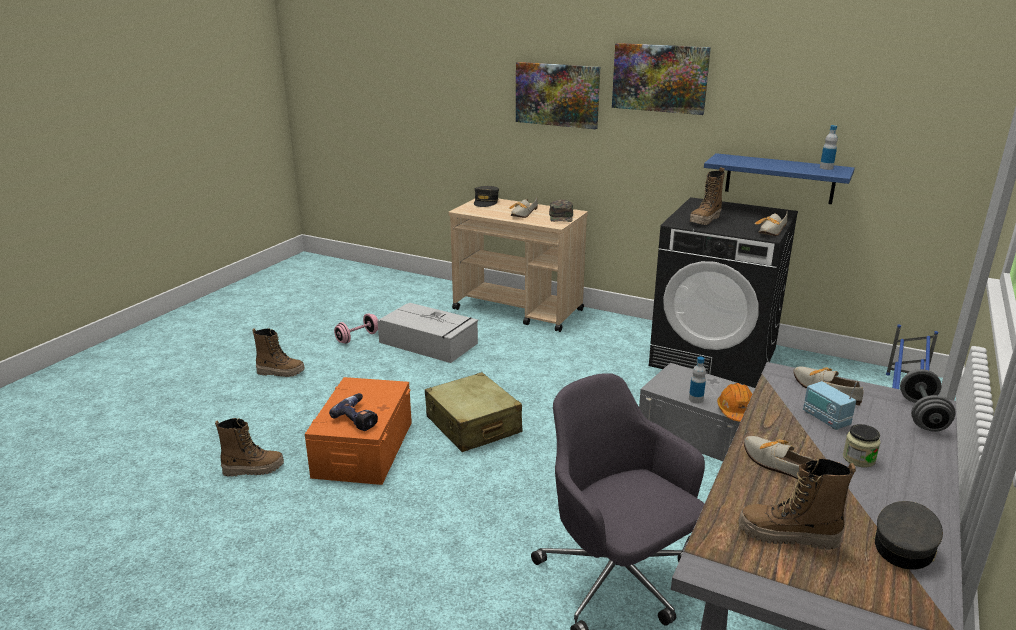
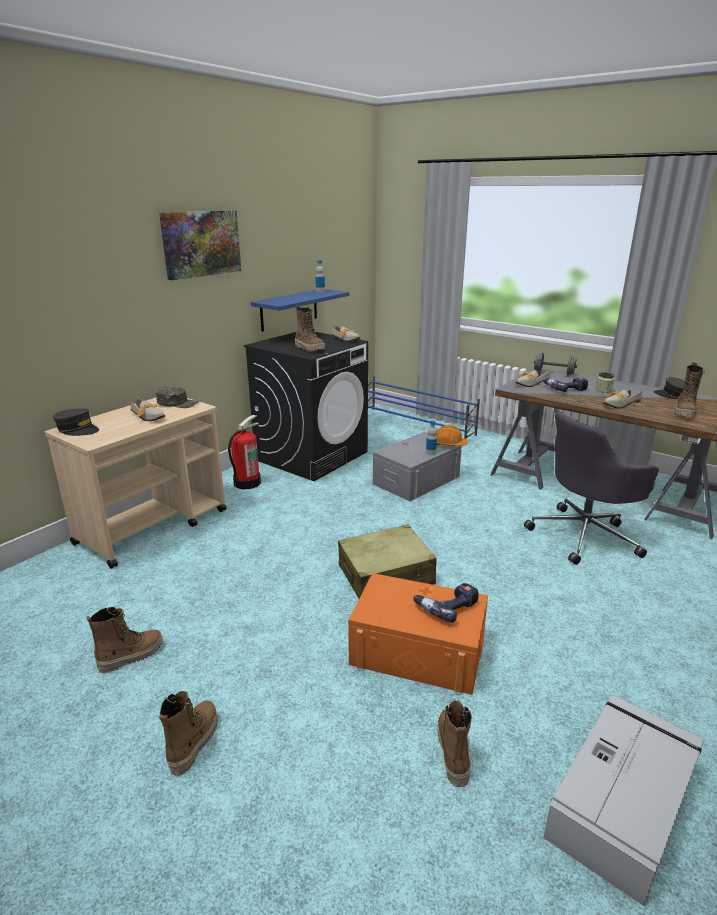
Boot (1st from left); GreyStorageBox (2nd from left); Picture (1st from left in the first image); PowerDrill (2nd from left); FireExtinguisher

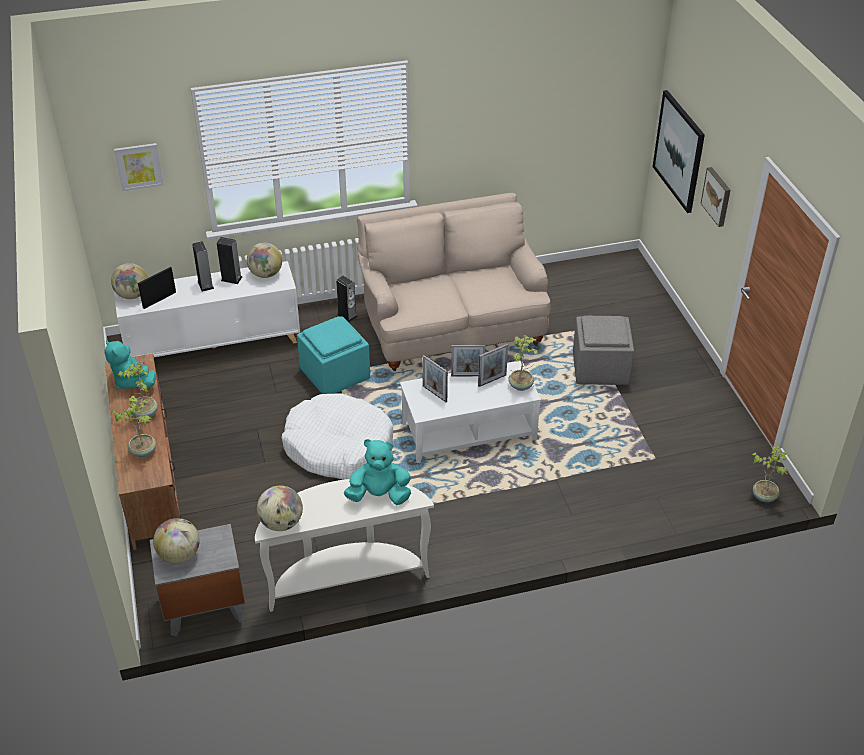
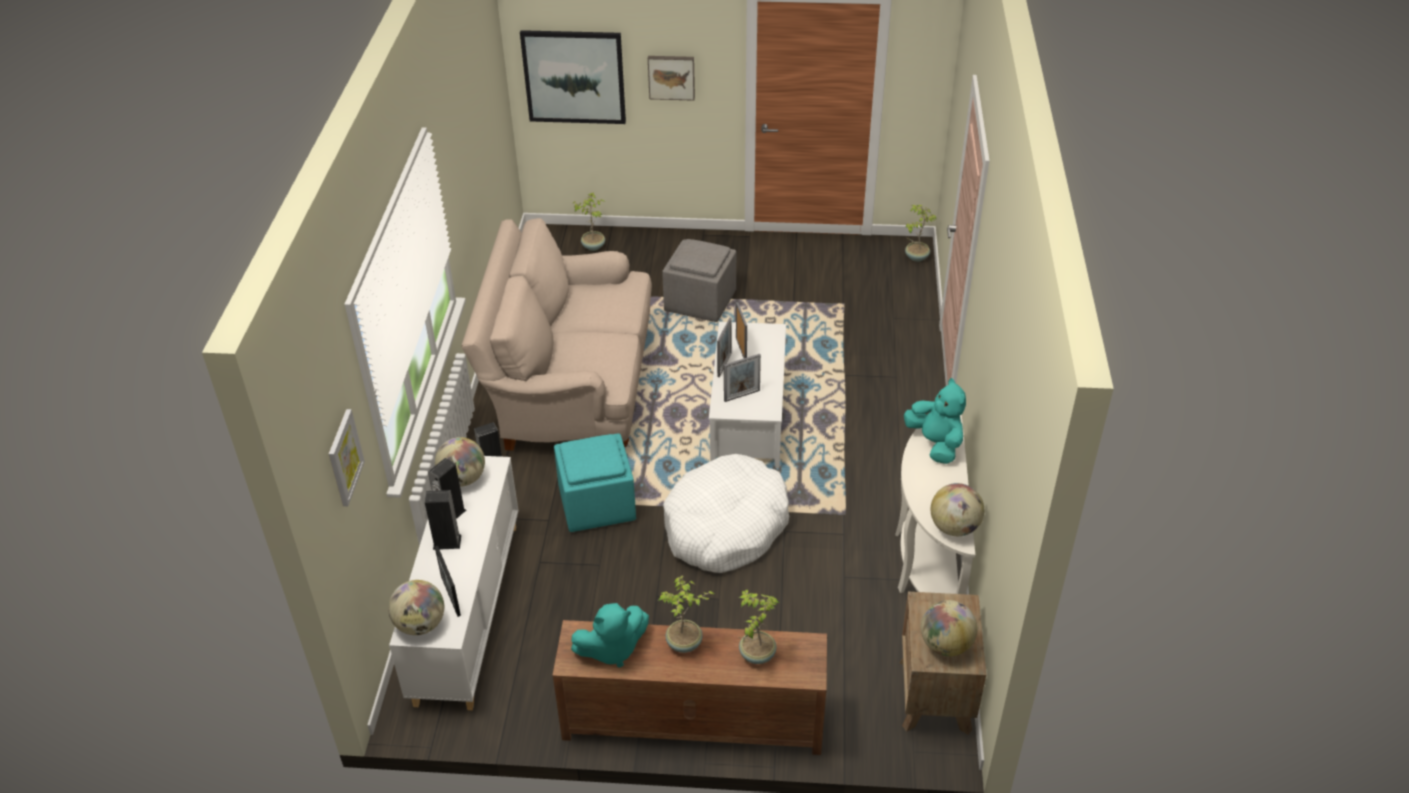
BrownNightstand; TurquoisePlushToy (2nd from left); PottedPlant (1st from left)

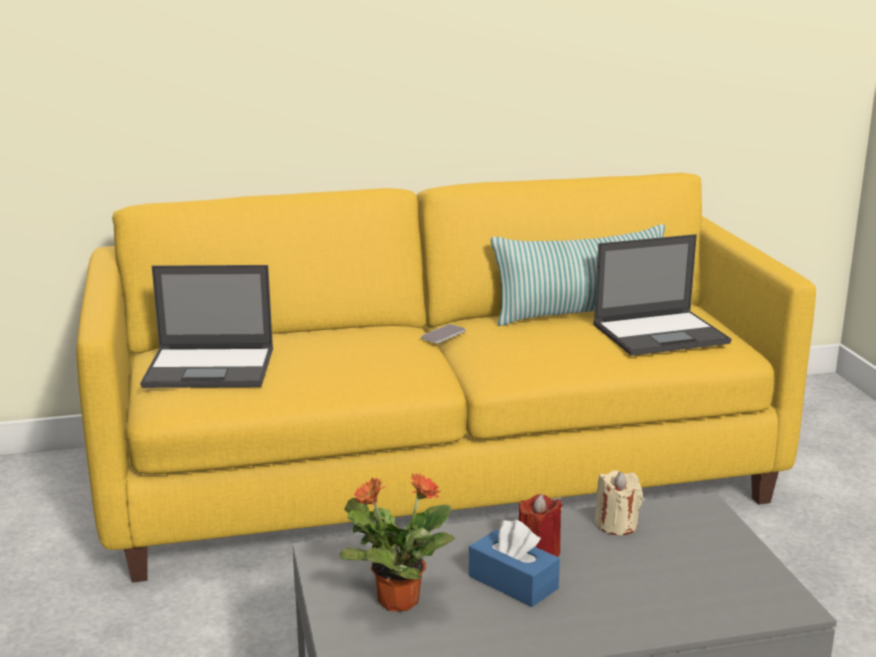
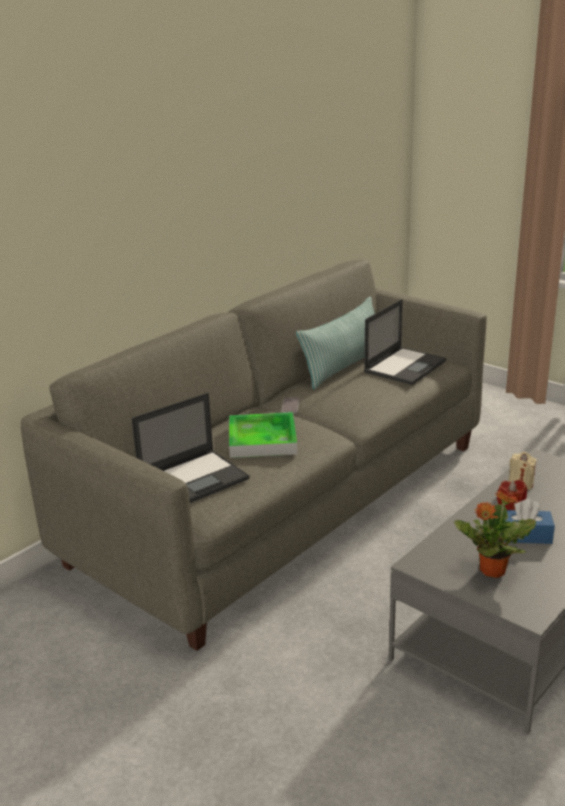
GreySofa; Tray

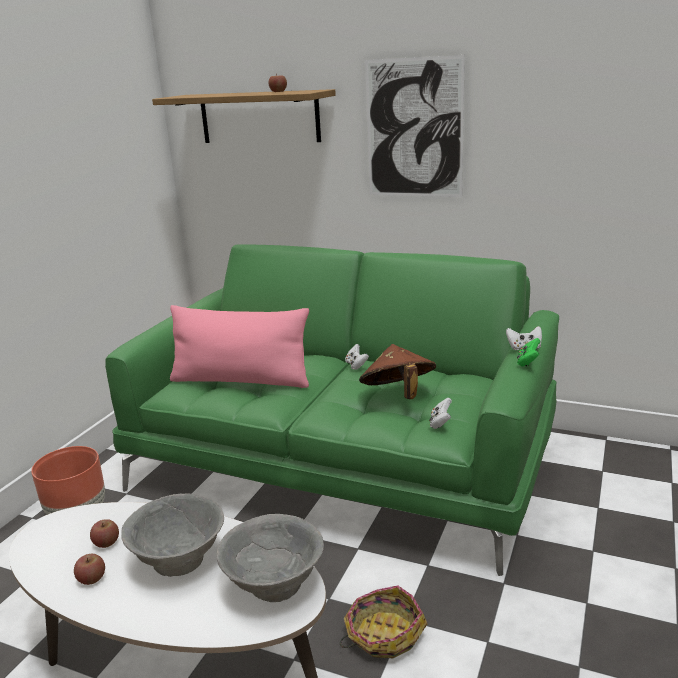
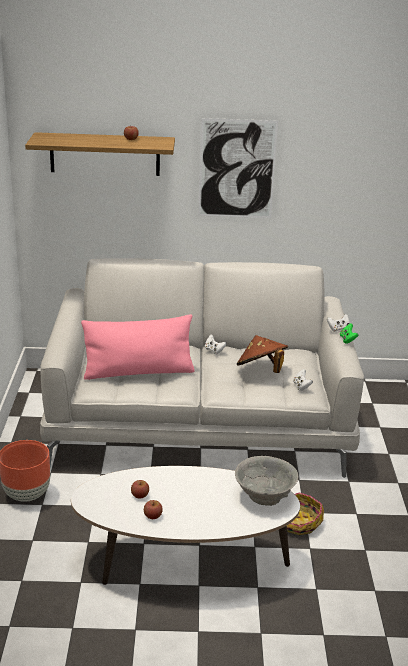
GreySofa; GreyBowl (1st from left in the first image)

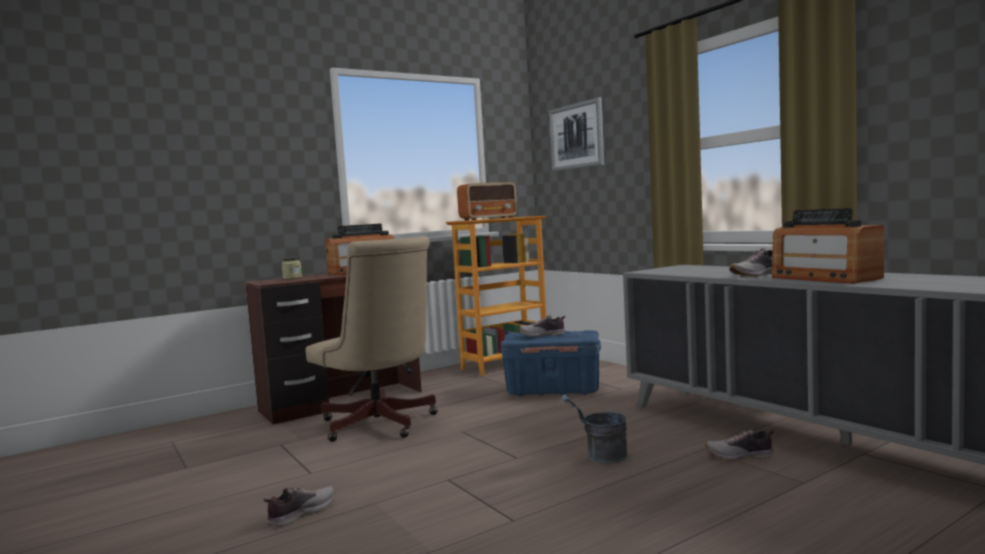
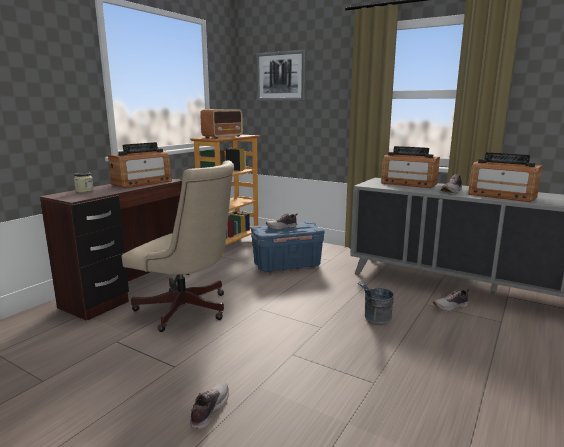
Radio (3rd from left)

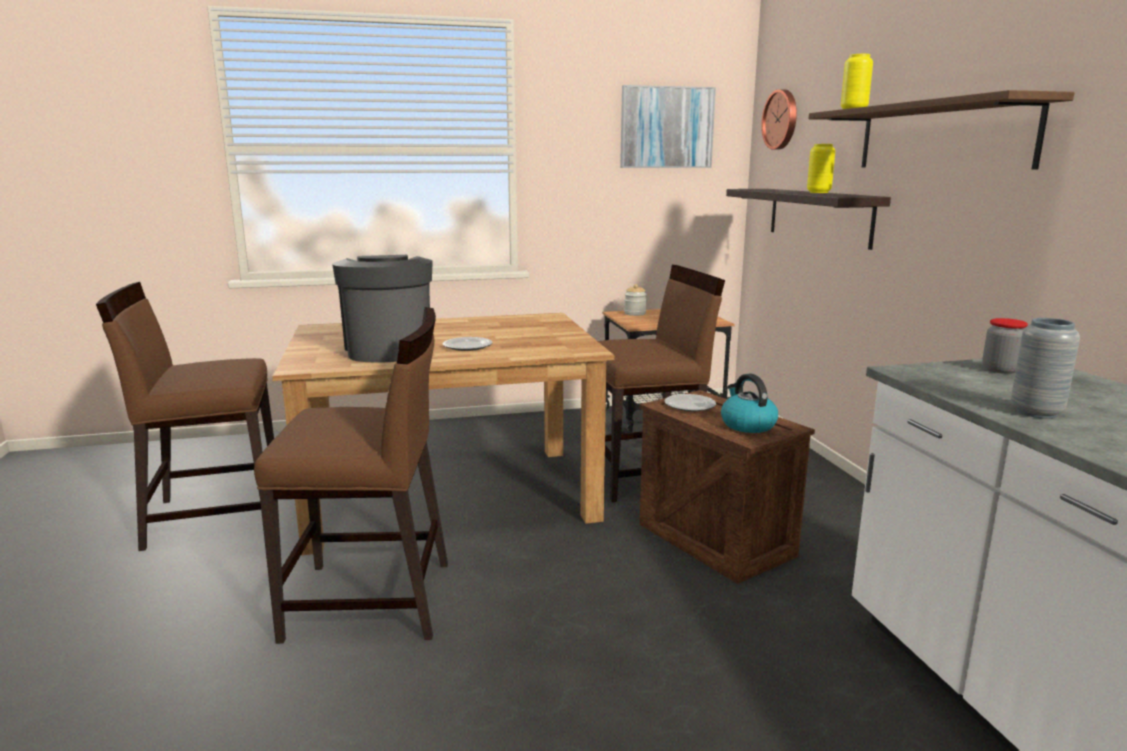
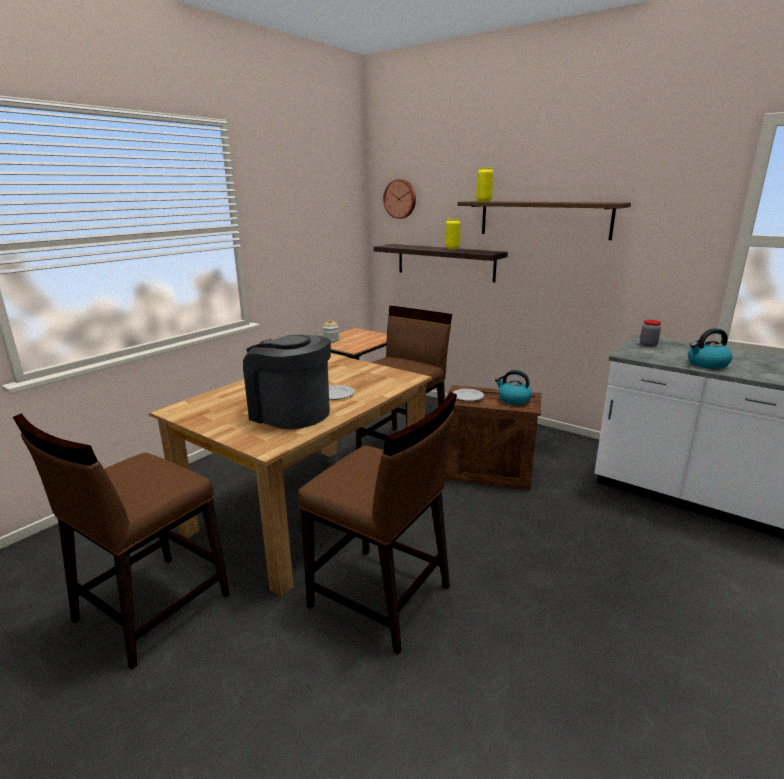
BrownChair (2nd from left); Picture; Kettle (2nd from left)

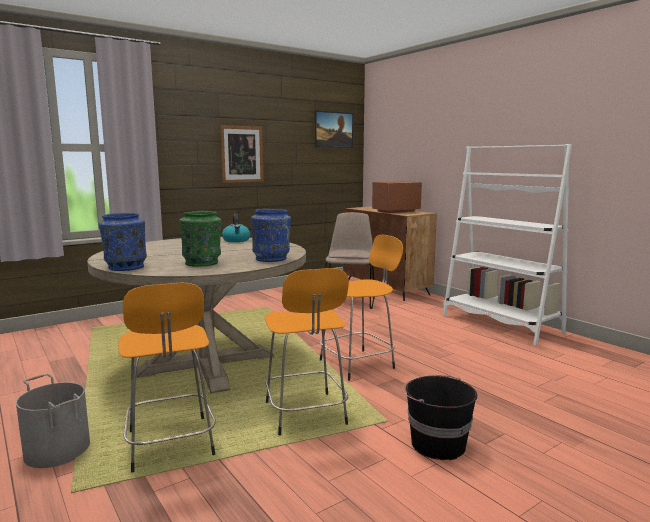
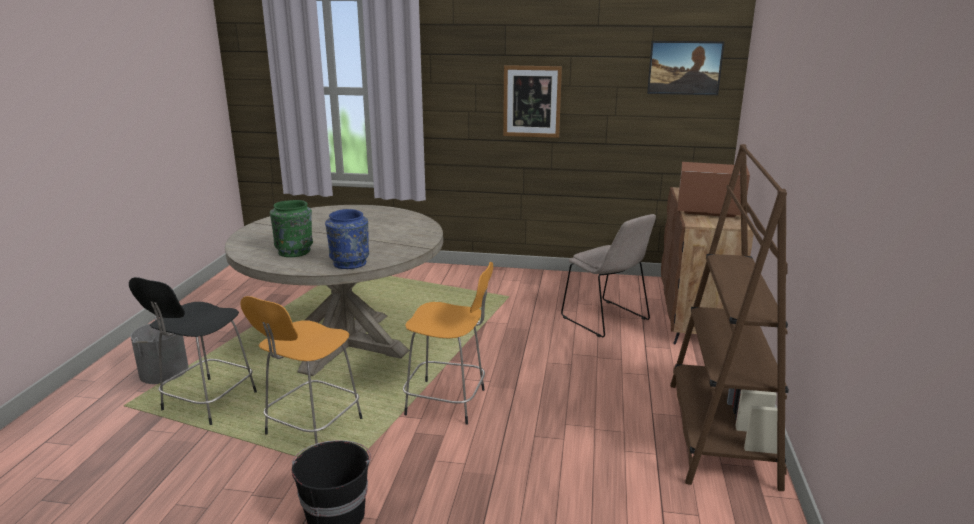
BlueVase (1st from left in the first image); BlackStool; Kettle; BeigeChair; BrownBookcase

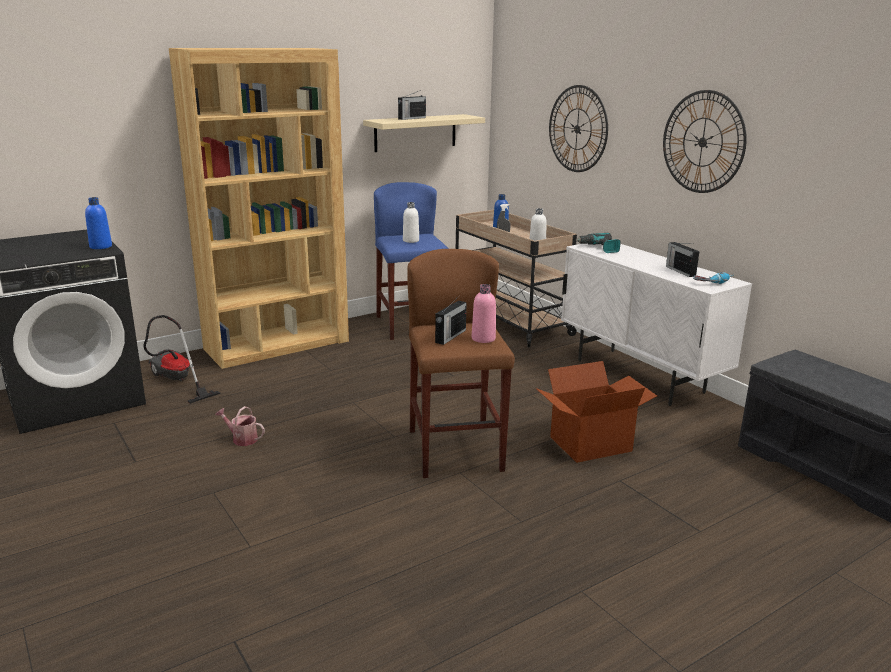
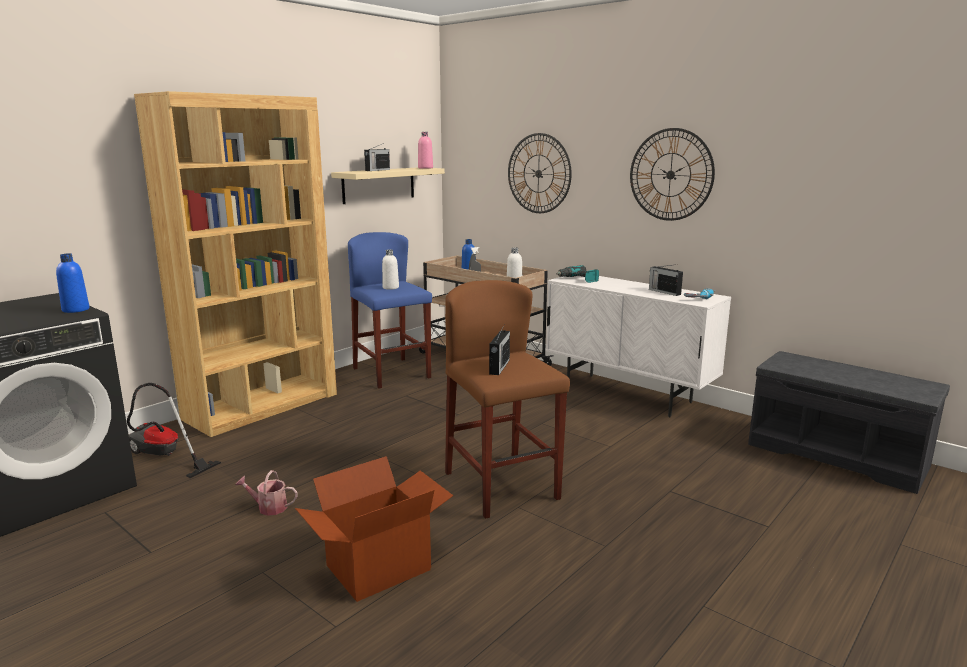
PinkBottle; CardboardBox

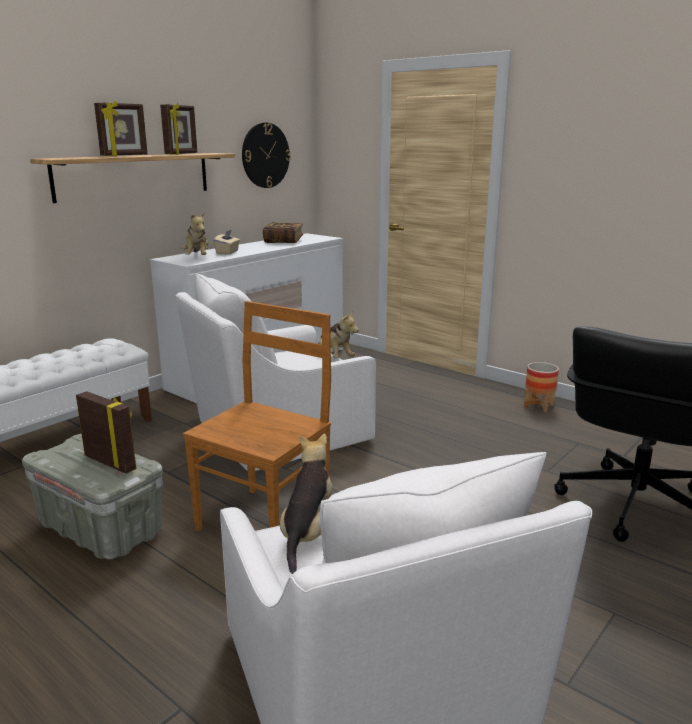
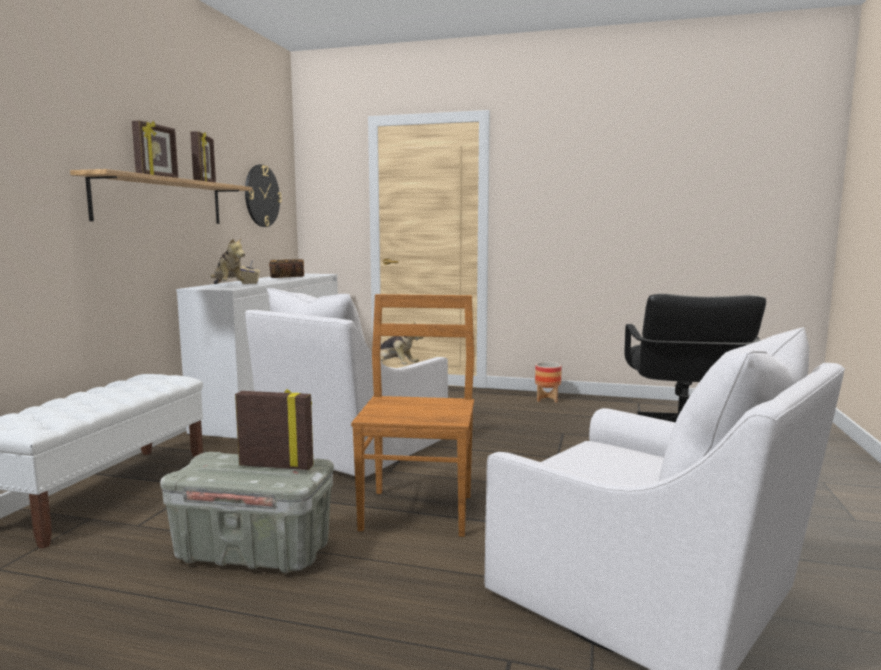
PlushToy (2nd from left in the first image)

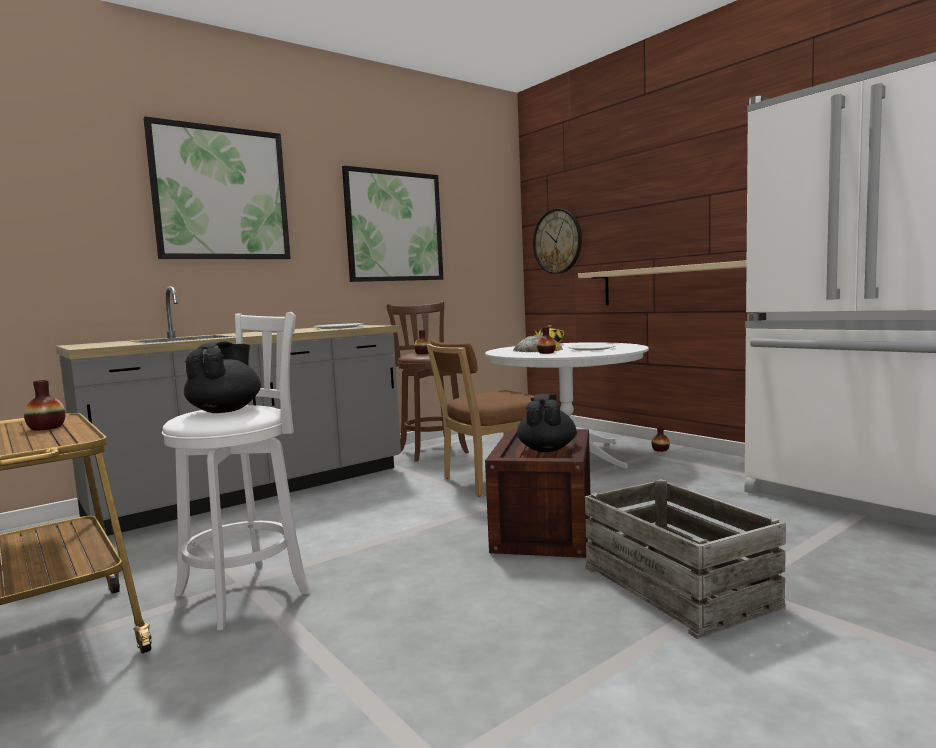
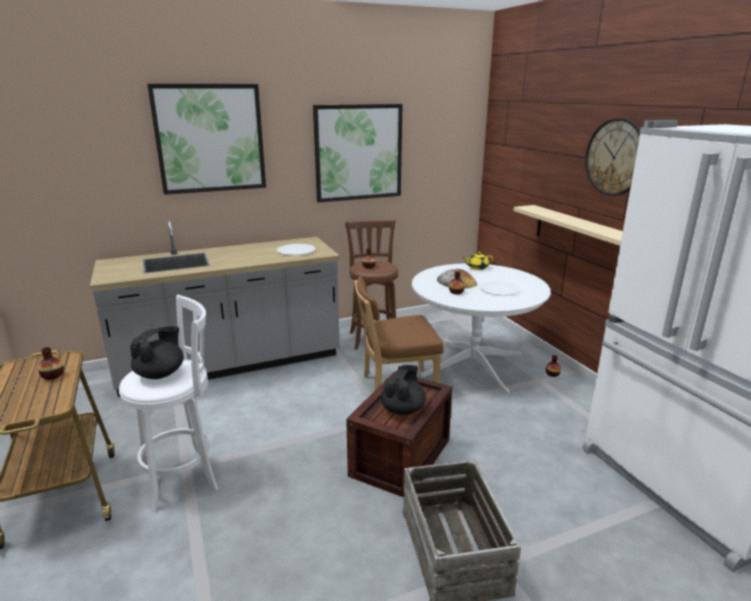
WallClock

